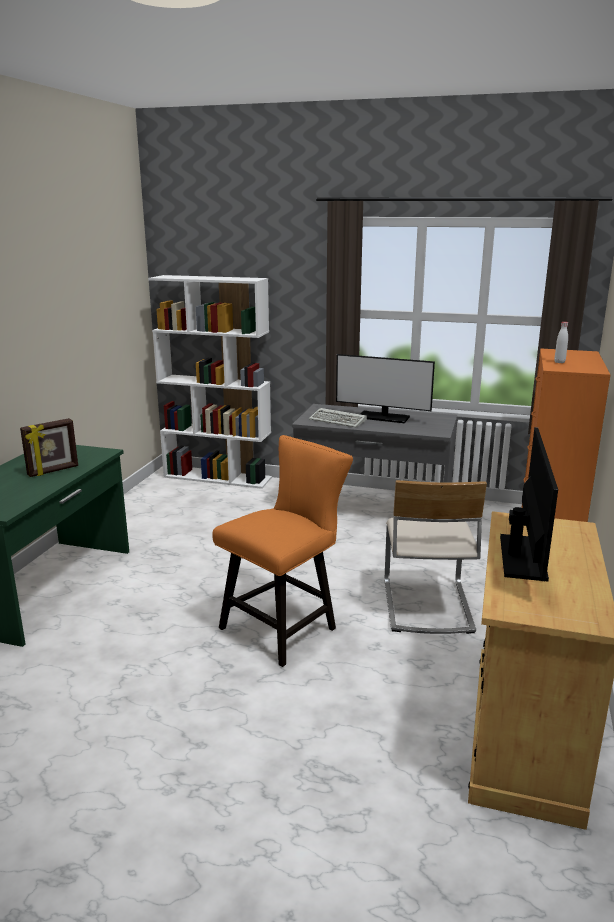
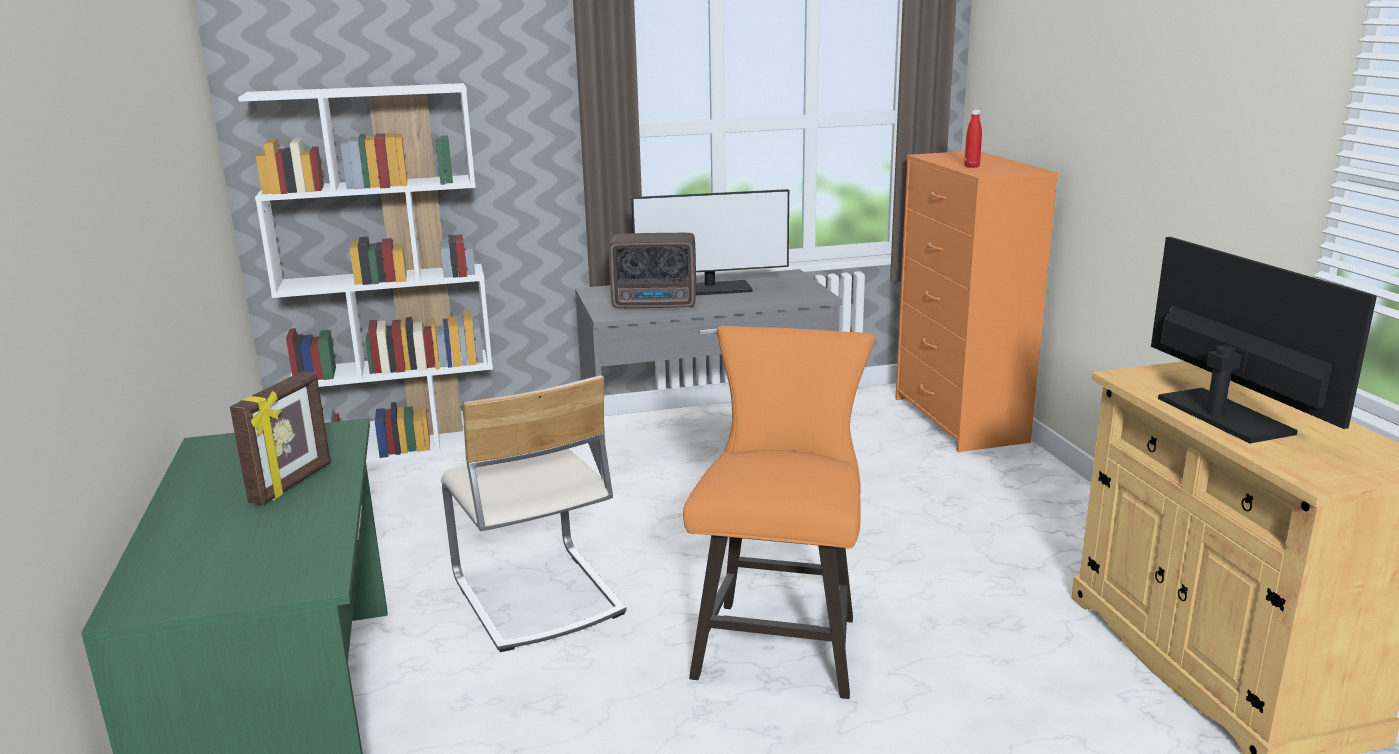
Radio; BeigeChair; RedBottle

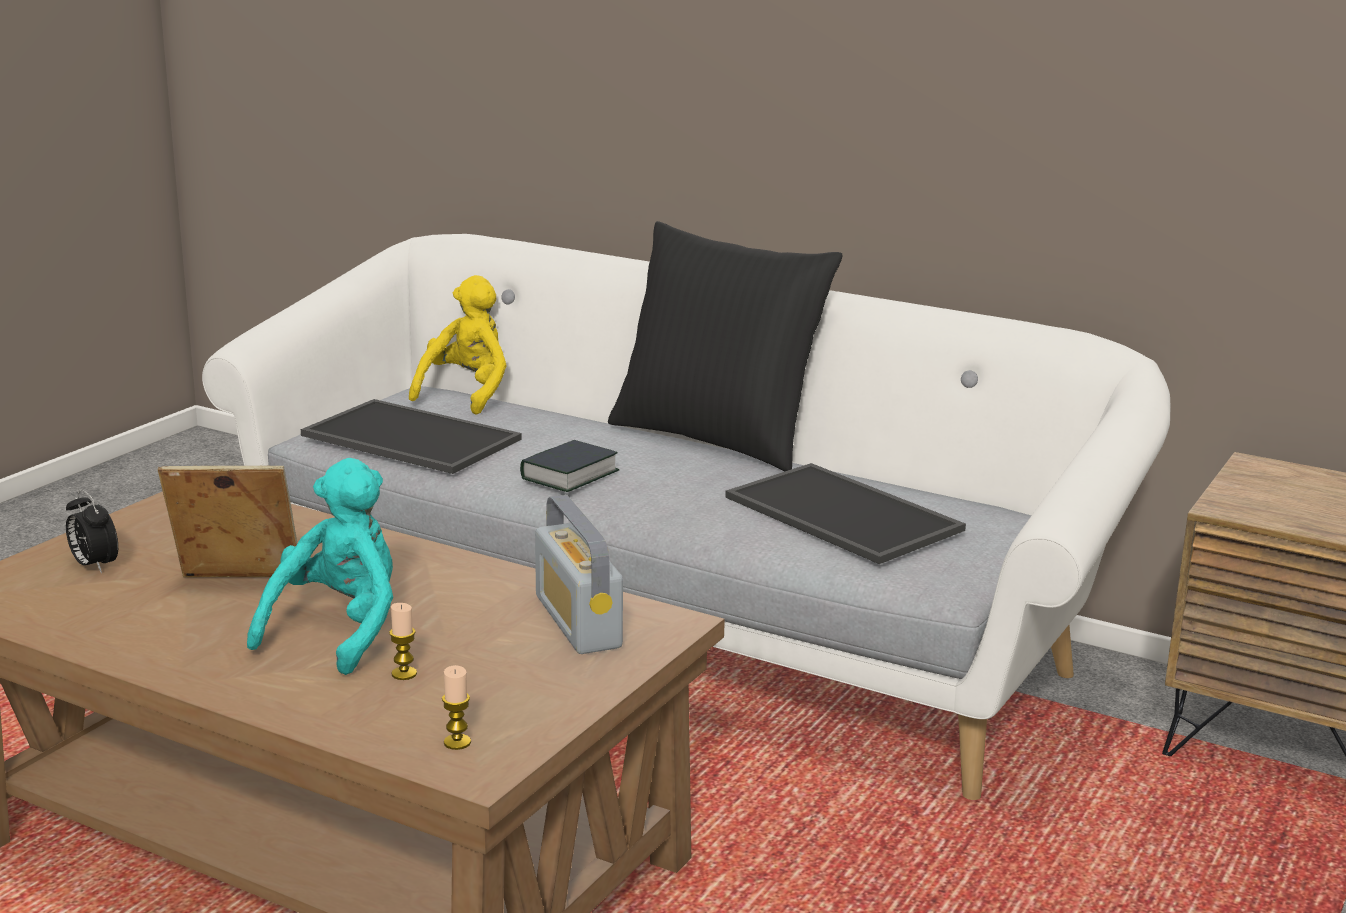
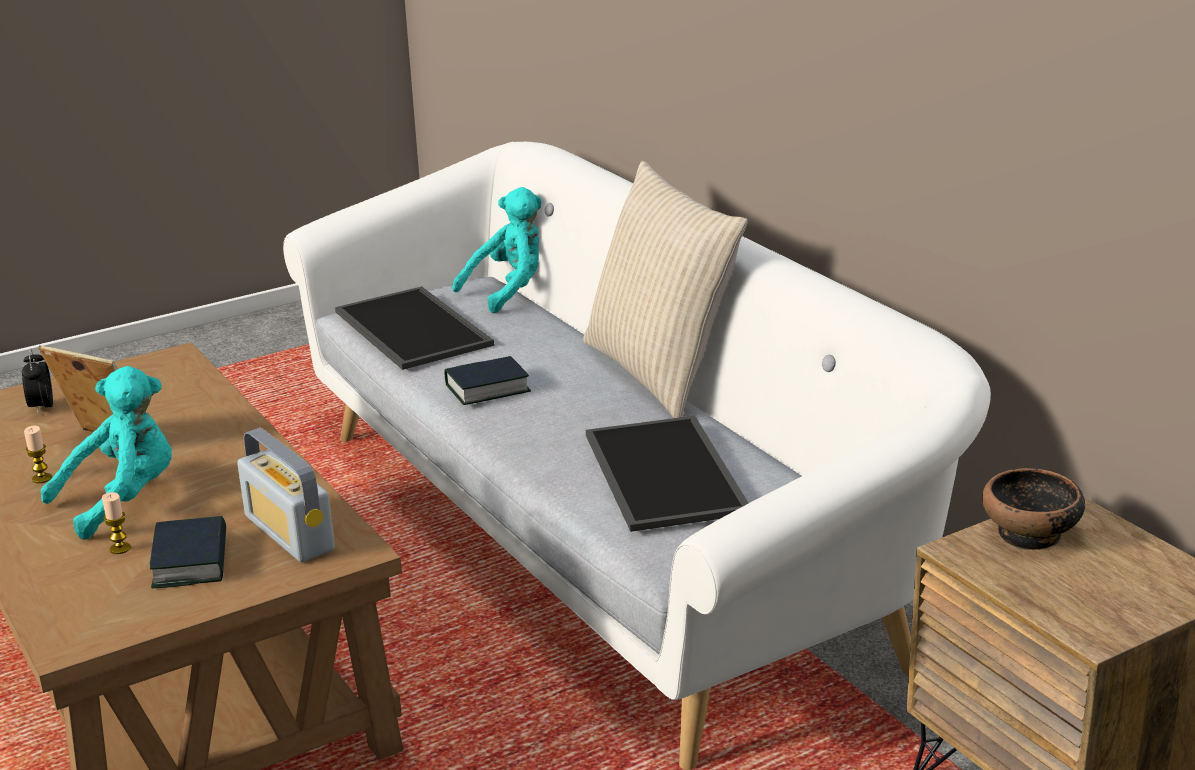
TurquoisePlushToy (2nd from left); Candle (1st from left); Radio; BeigePillow; Book (1st from left); Bowl

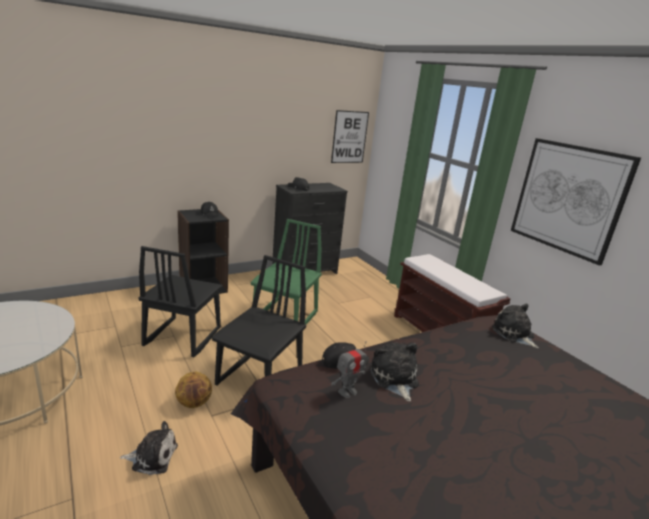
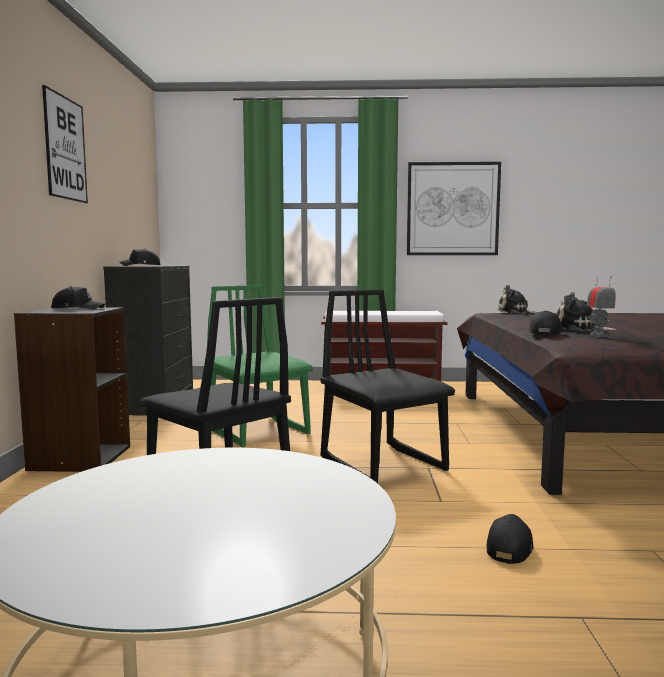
BlackCap (3rd from left); Basketball; Picture (1st from left)

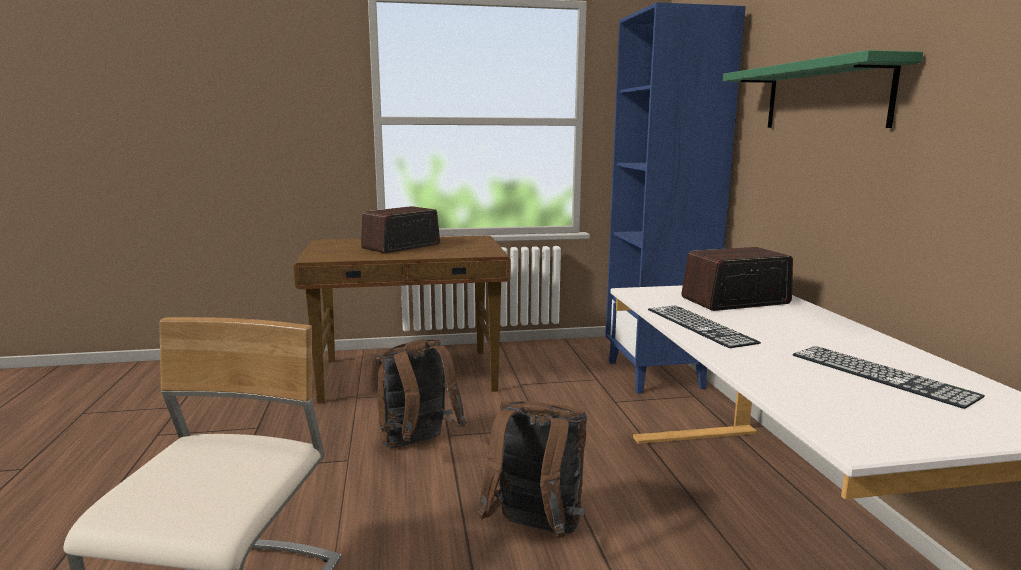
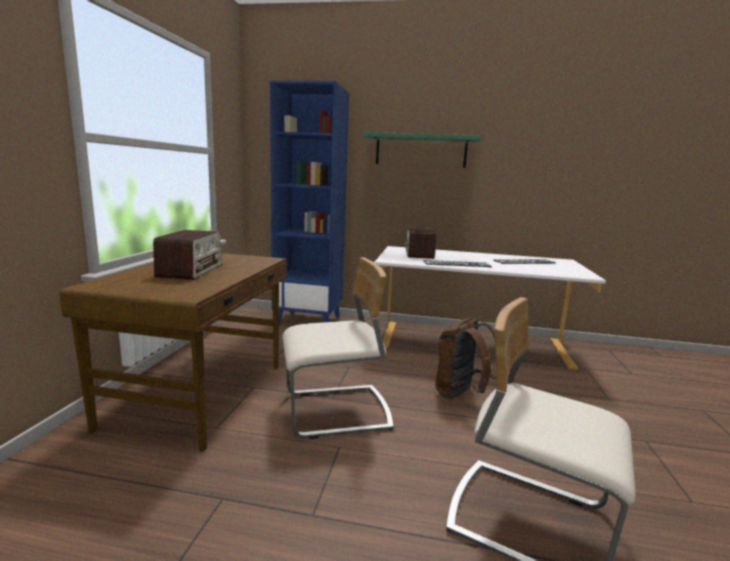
Radio (1st from left); BeigeChair (1st from left)

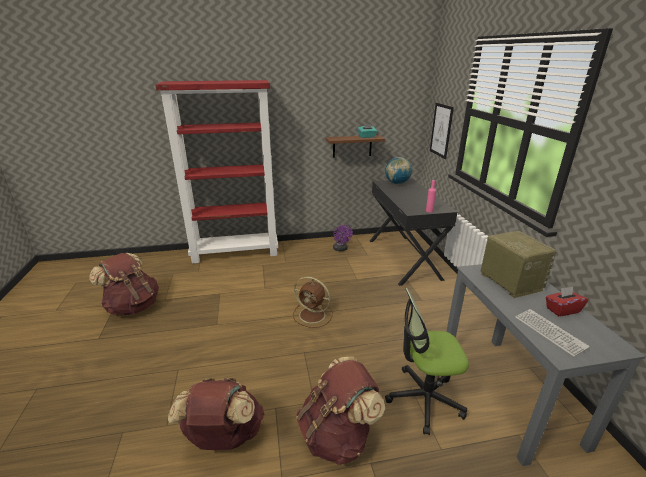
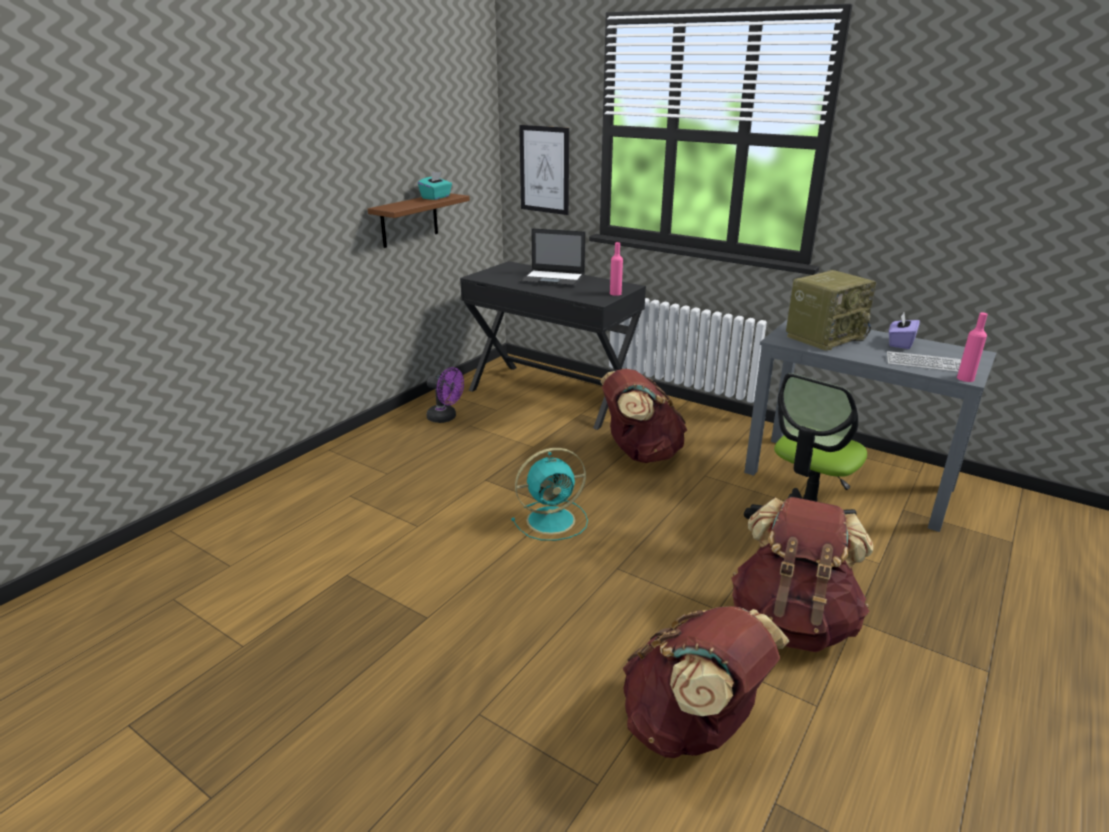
BrownBackpack (1st from left); RedBookcase; TurquoiseFan; Globe; Radio; PurpleTissueBox; Laptop; PinkBottle (2nd from left)

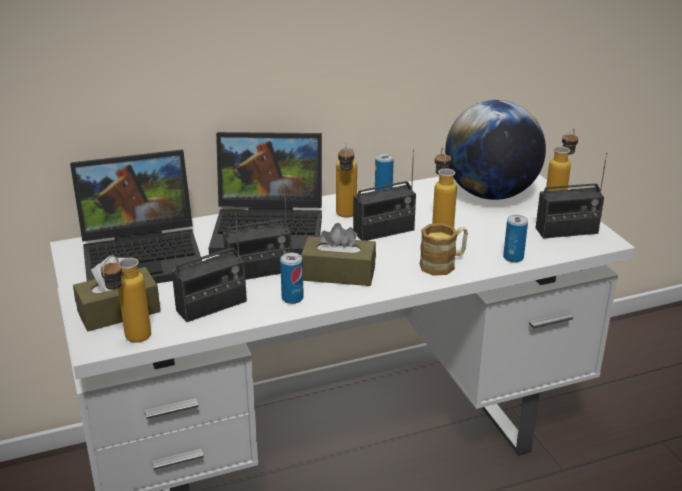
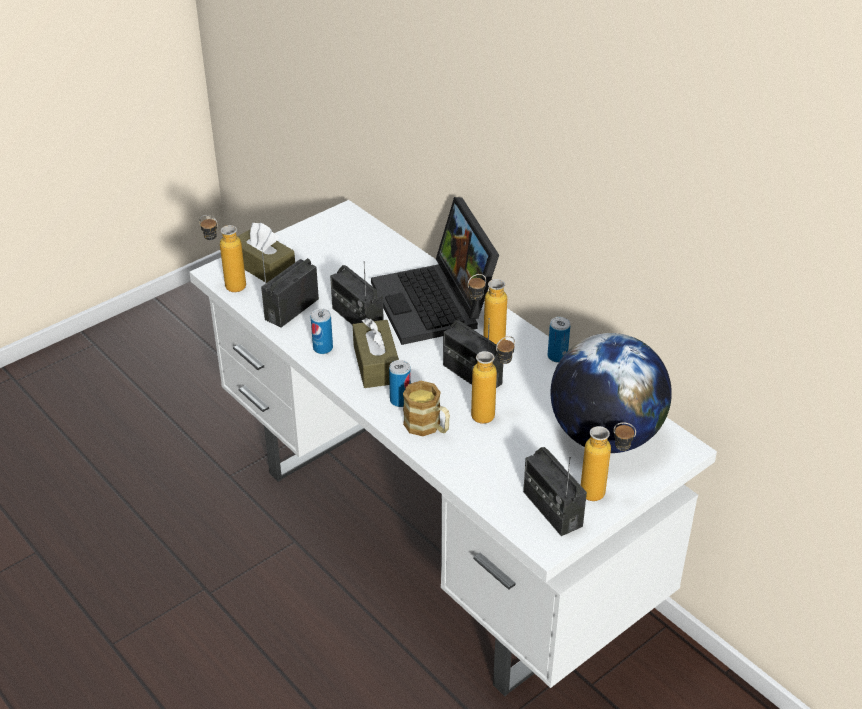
Laptop (1st from left in the first image); Radio (1st from left); Can (2nd from left)

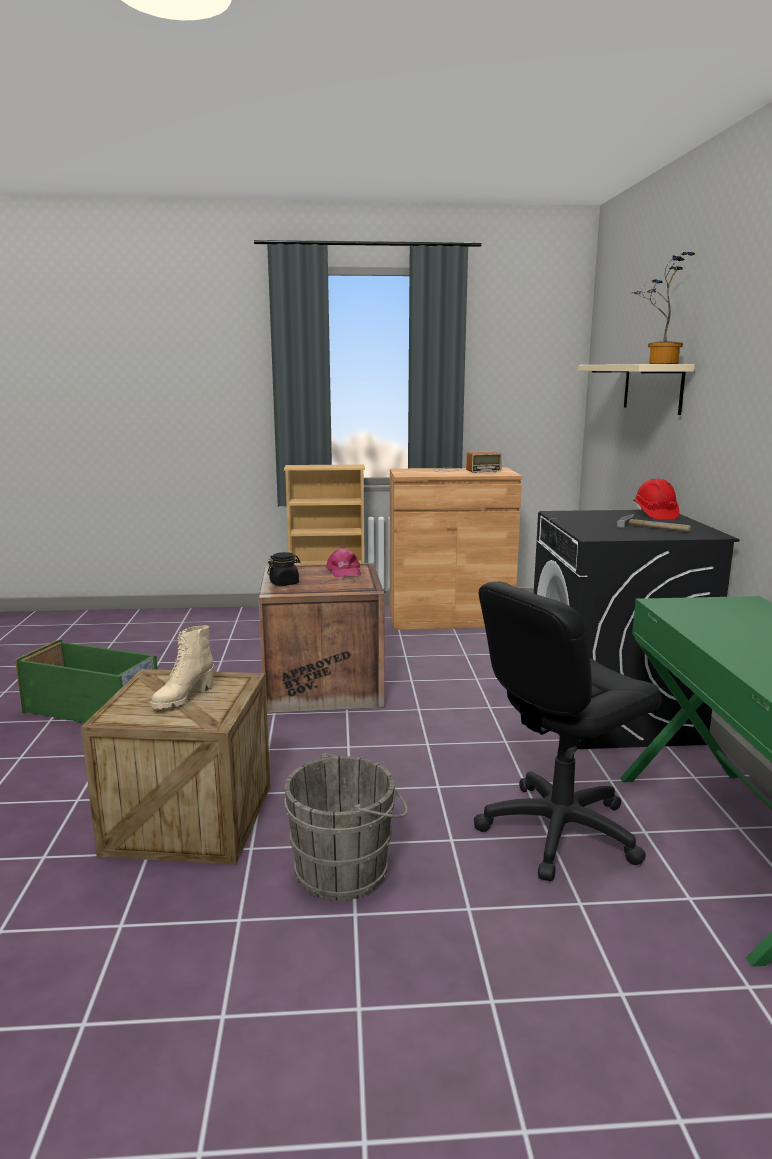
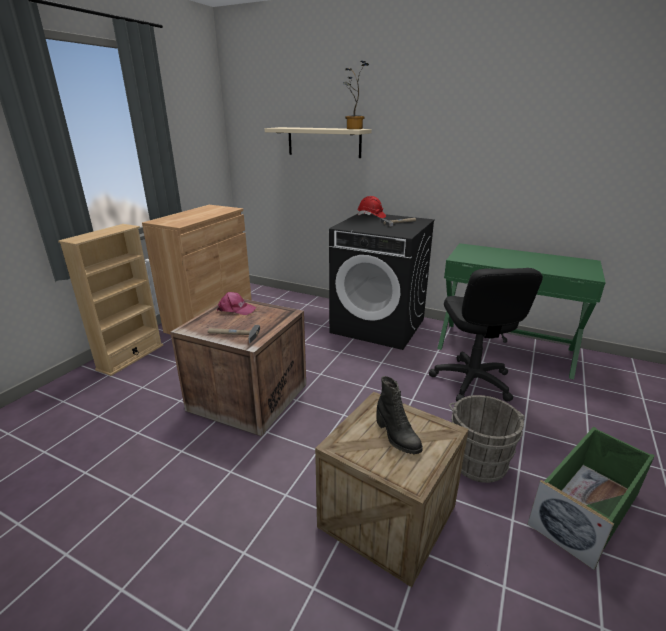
GreenStorageBox; BlackBoot; Hammer (1st from left); Radio

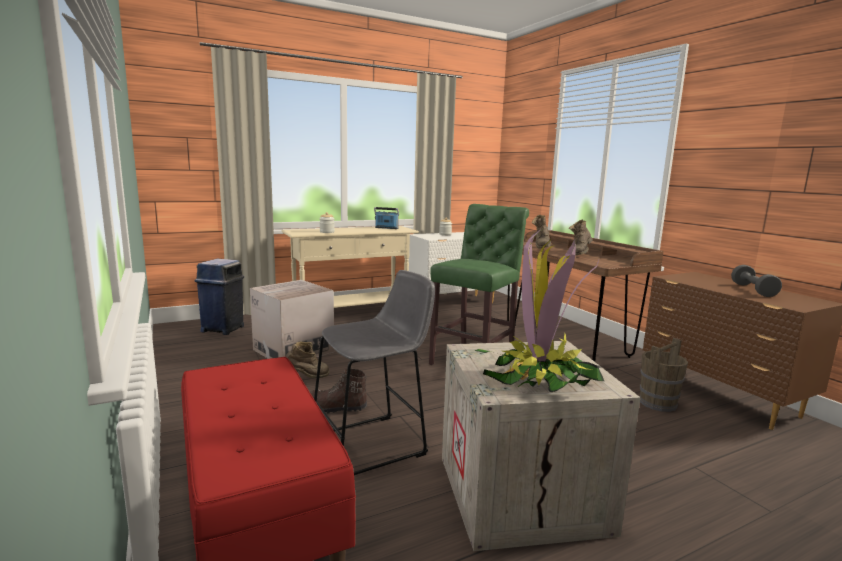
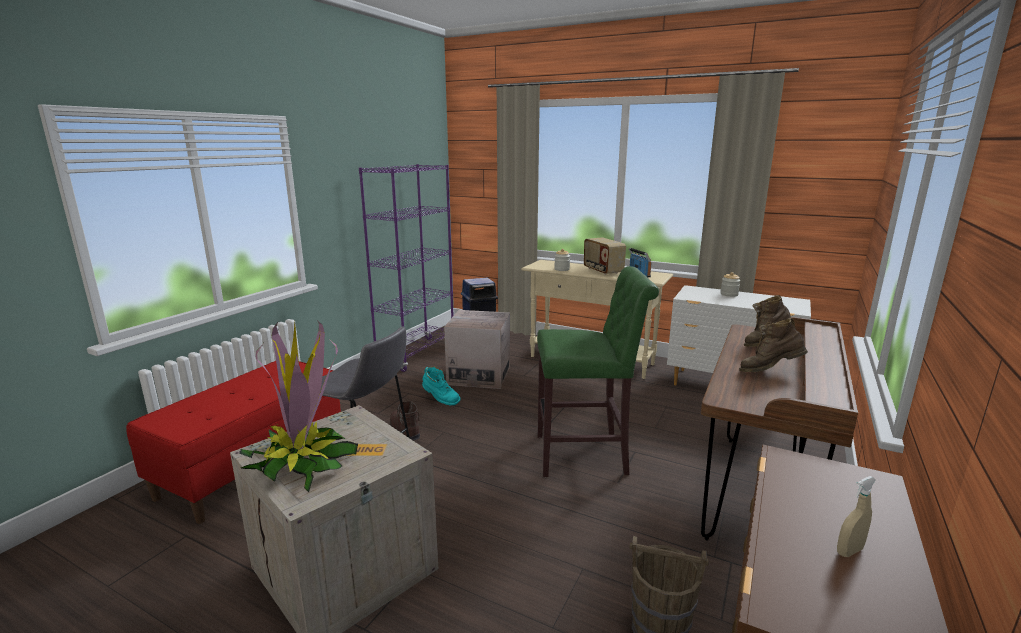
TurquoiseBoot; BeigeSprayBottle; PurpleBookcase; Radio (1st from left)

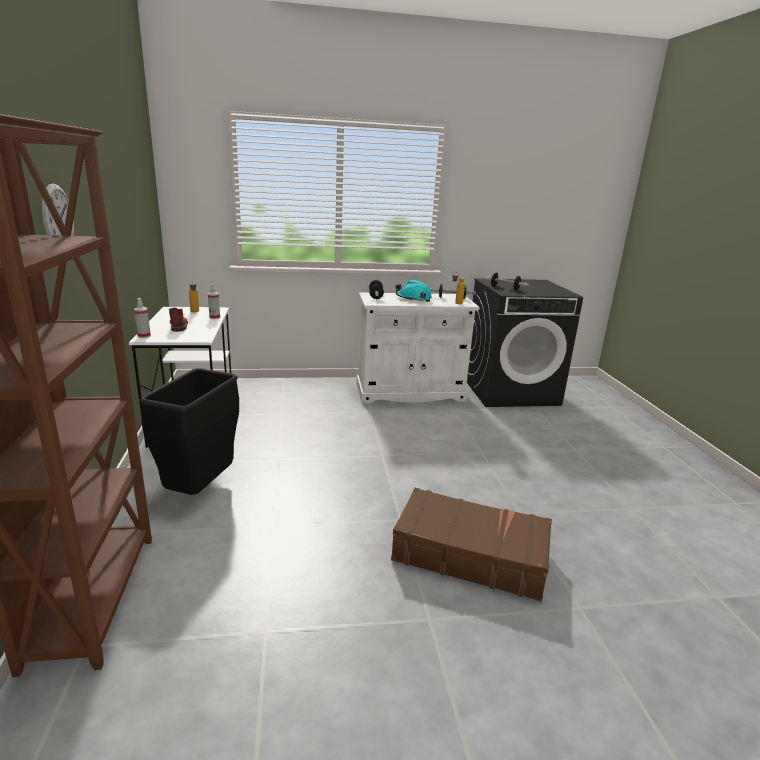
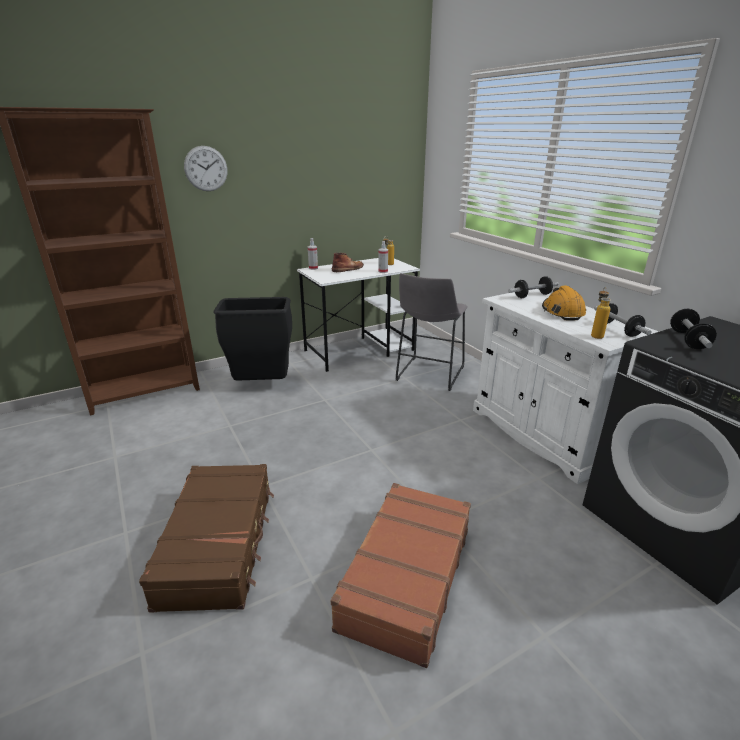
OrangeHardHat; BrownSuitcase (2nd from left); GreyStool

